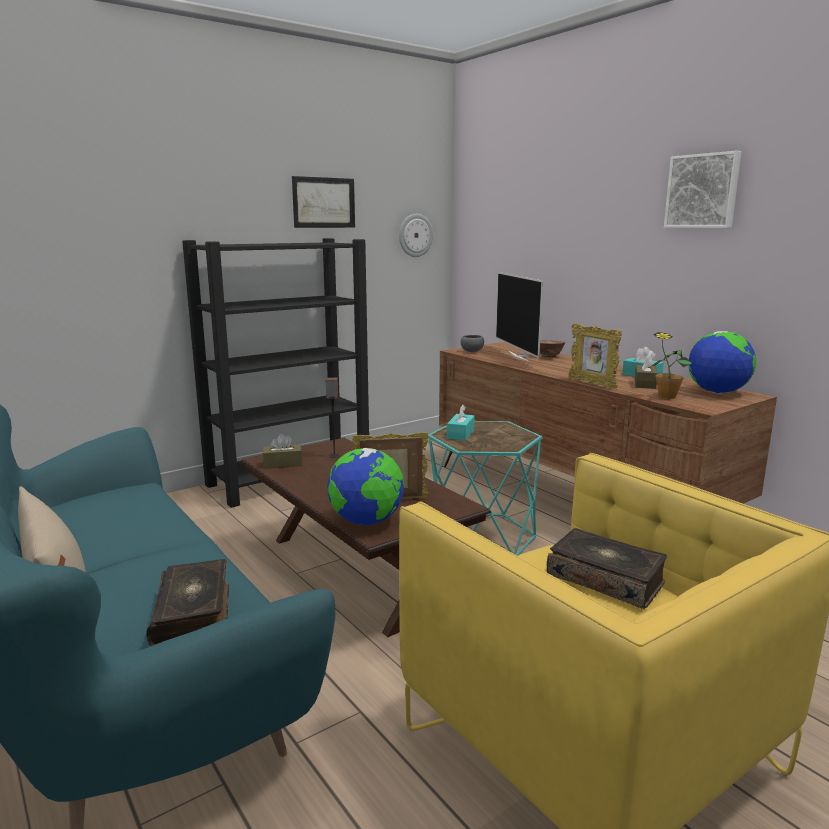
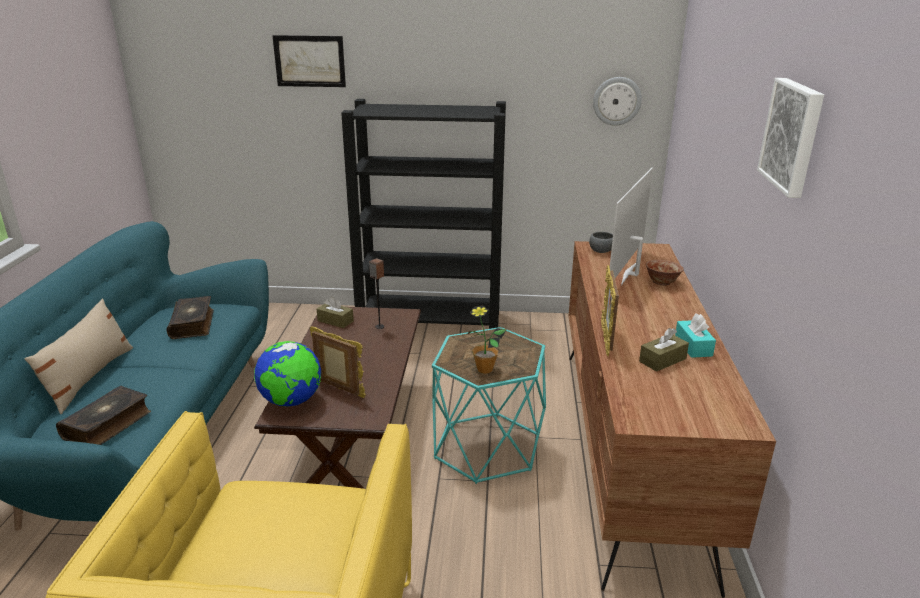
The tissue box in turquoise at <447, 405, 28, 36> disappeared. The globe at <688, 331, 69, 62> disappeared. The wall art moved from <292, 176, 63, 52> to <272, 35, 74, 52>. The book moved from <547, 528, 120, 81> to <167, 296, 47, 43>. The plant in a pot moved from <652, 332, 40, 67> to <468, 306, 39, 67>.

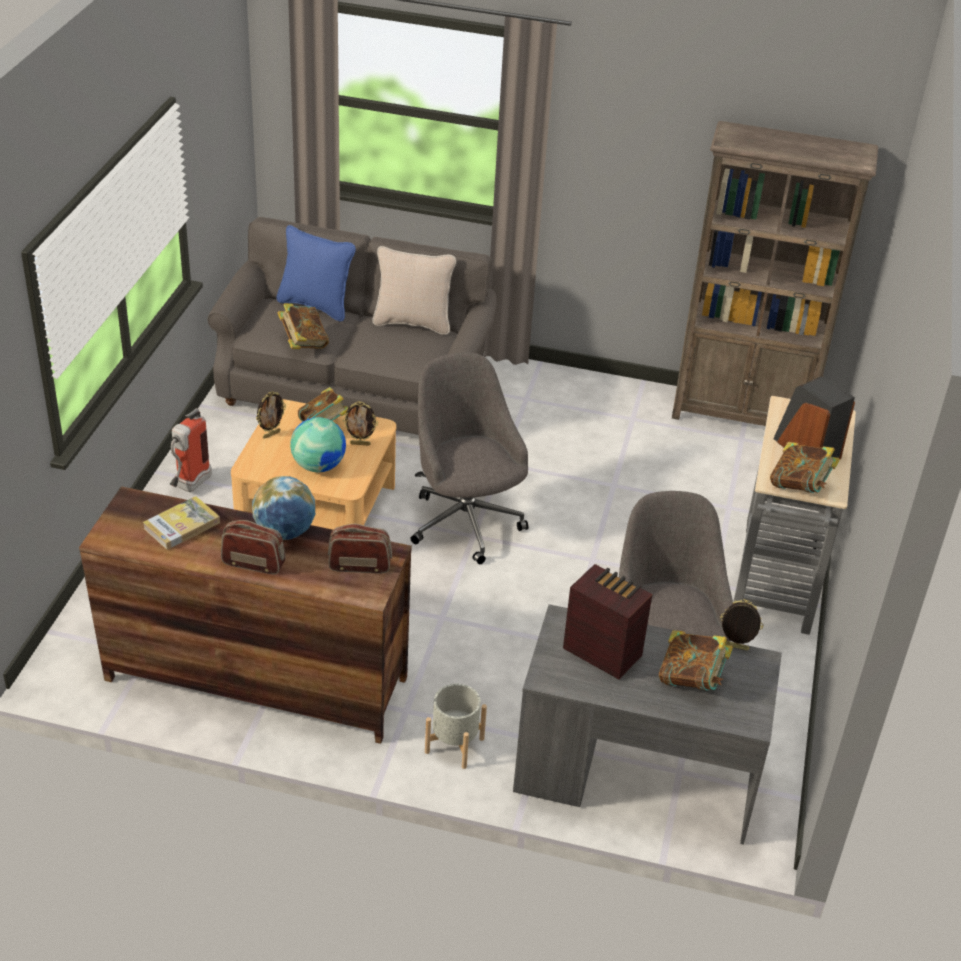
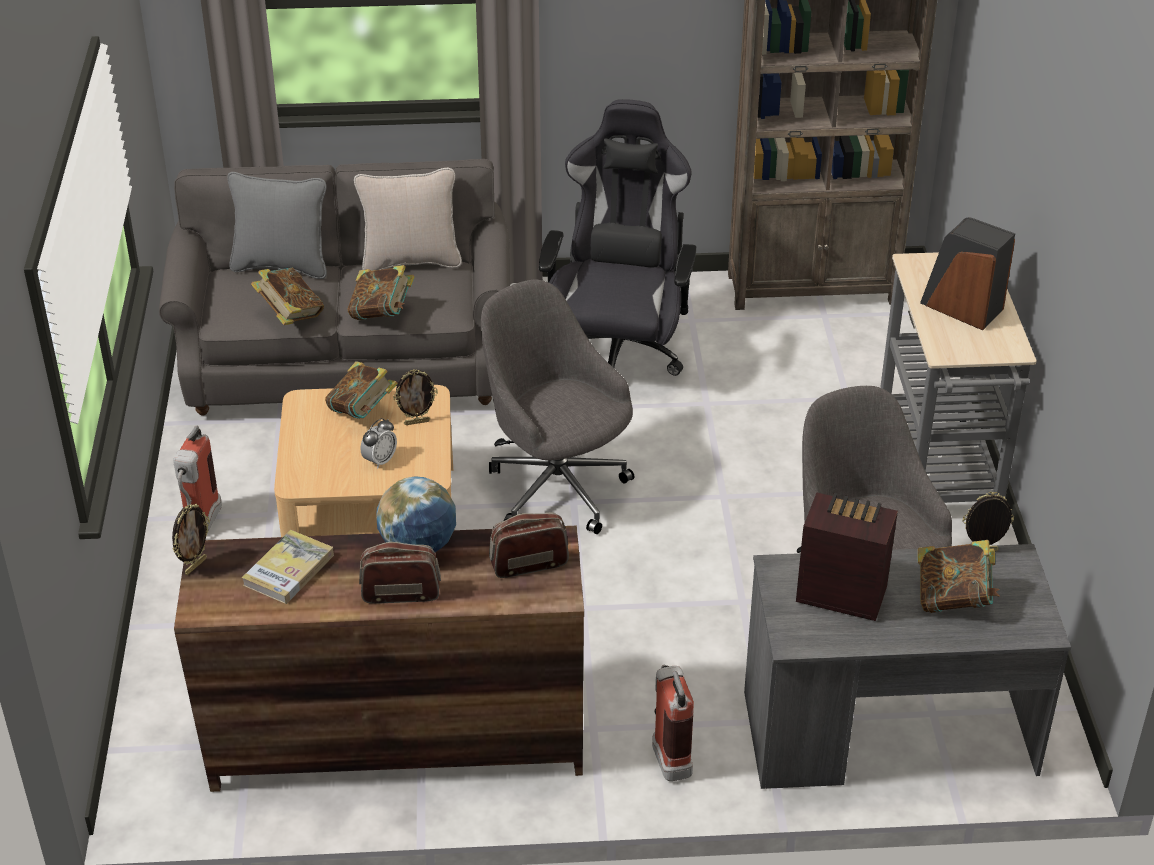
The desk chair in black-coloured at <539, 99, 157, 277> appeared. The photo frame moved from <256, 392, 30, 47> to <172, 504, 38, 71>. The book moved from <770, 442, 70, 51> to <347, 265, 68, 55>. The globe at <290, 417, 56, 55> was replaced by the bedside clock at <360, 418, 37, 51>. The flower pot in gray at <425, 684, 62, 85> was replaced by the extinguisher at <652, 664, 42, 117>. The pillow in blue-coloured at <276, 225, 80, 96> became the pillow in gray at <227, 172, 100, 107>.

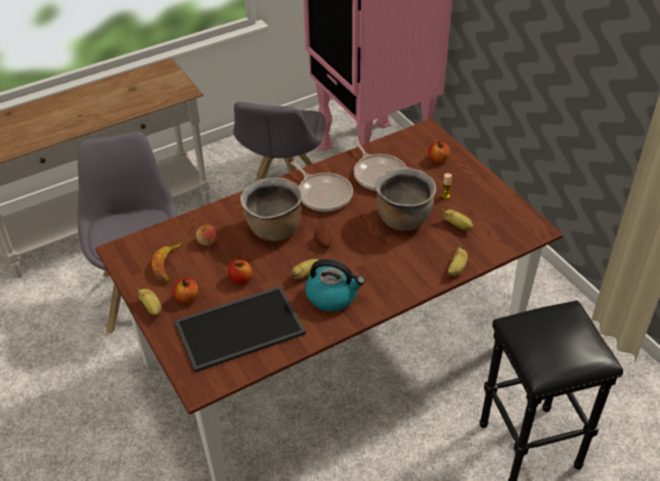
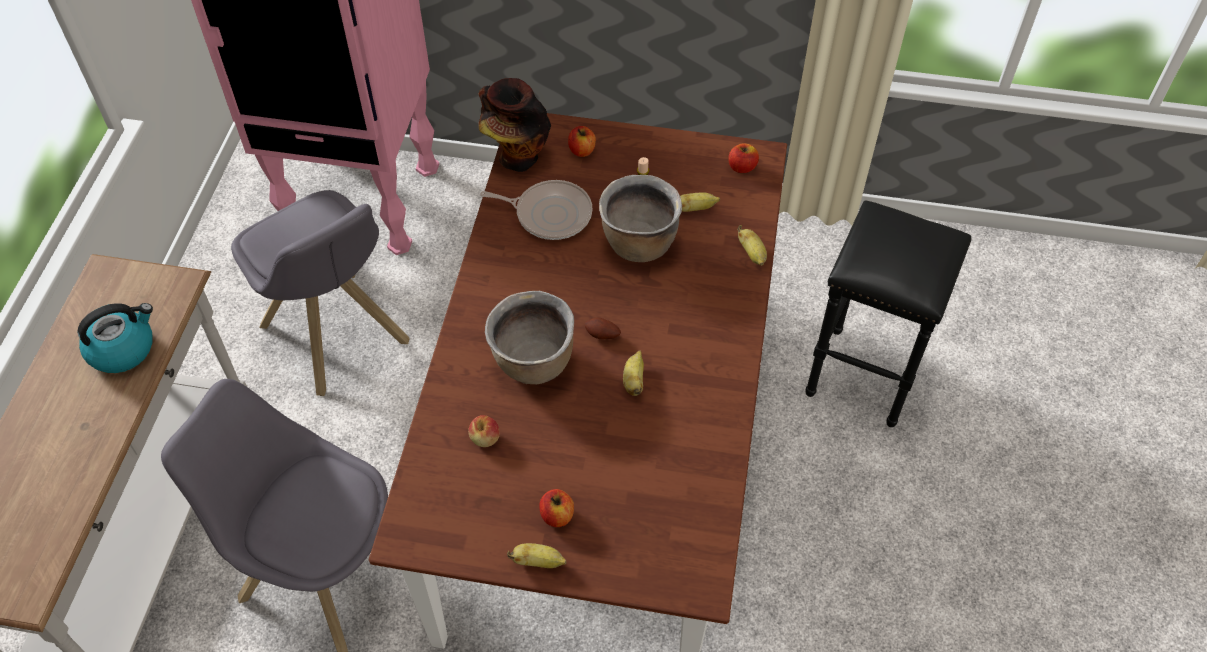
The whole banana at <152, 243, 31, 39> disappeared. The serving tray at <174, 286, 132, 86> disappeared. The pan at <291, 161, 62, 51> disappeared. The vase at <479, 78, 72, 94> appeared. The whole apple moved from <228, 260, 24, 24> to <728, 143, 31, 30>. The tea kettle moved from <305, 259, 60, 52> to <78, 303, 75, 70>.

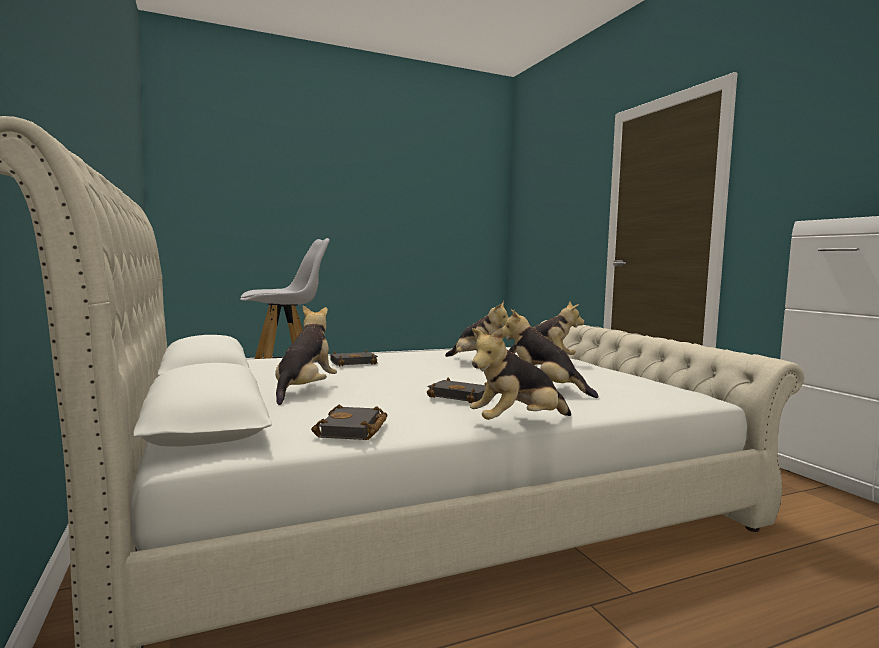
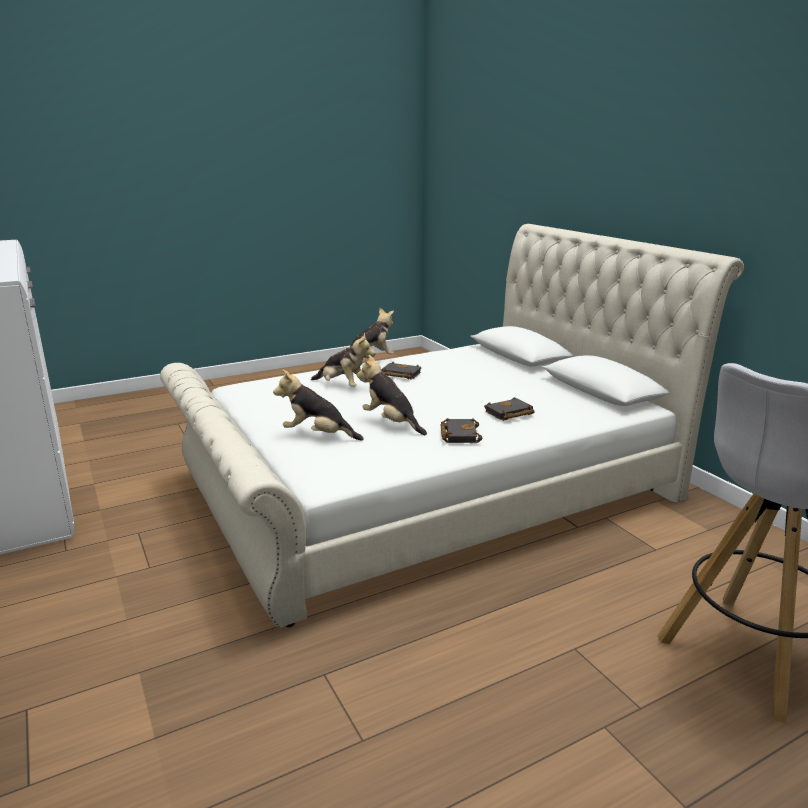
The soft toy at <275, 306, 62, 99> disappeared. The book in black-coloured moved from <311, 405, 76, 35> to <441, 418, 41, 25>.

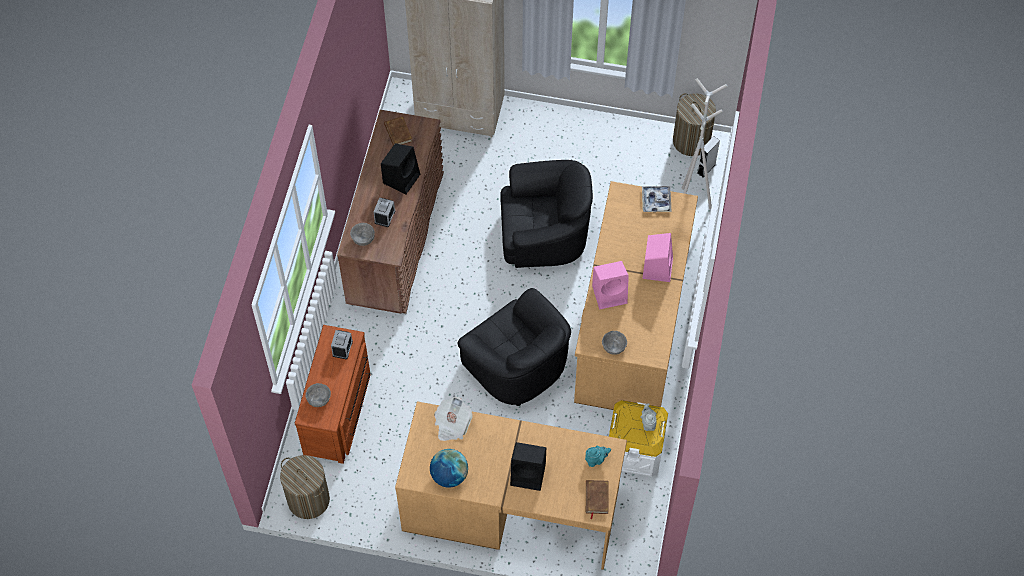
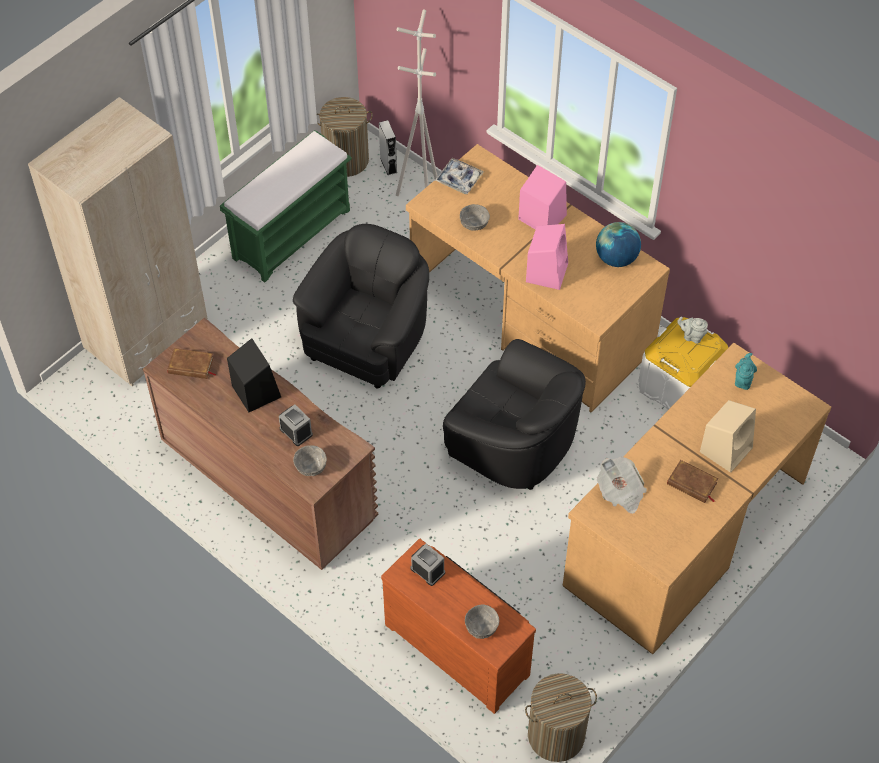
The bench in green-coloured at <220, 130, 132, 153> appeared. The globe moved from <430, 449, 38, 39> to <596, 222, 45, 45>. The book in brown-coloured moved from <586, 480, 23, 39> to <667, 460, 51, 43>. The deep dish in gray moved from <602, 331, 25, 24> to <460, 204, 30, 27>. The speaker in black-coloured at <510, 442, 36, 49> became the speaker in beige-coloured at <700, 400, 56, 73>. The armchair in black-coloured at <458, 288, 113, 118> turned 45 degrees clockwise.

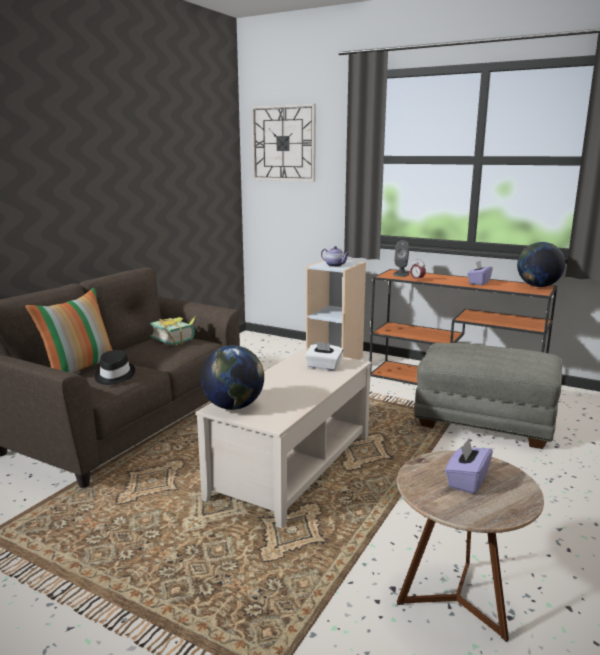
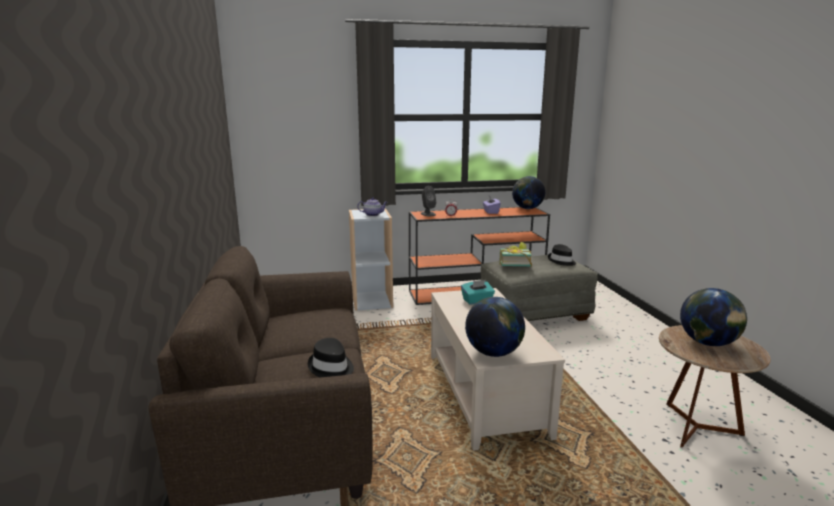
The pillow at <25, 288, 87, 85> disappeared. The wall clock at <251, 104, 65, 78> disappeared. The clothing hat in black-coloured at <548, 244, 28, 22> appeared. The book moved from <150, 315, 47, 31> to <499, 242, 33, 25>. The tissue box in purple-coloured at <445, 439, 48, 55> was replaced by the globe at <680, 288, 67, 58>. The tissue box in whitish at <305, 342, 38, 28> became the tissue box in turquoise at <461, 280, 34, 25>.

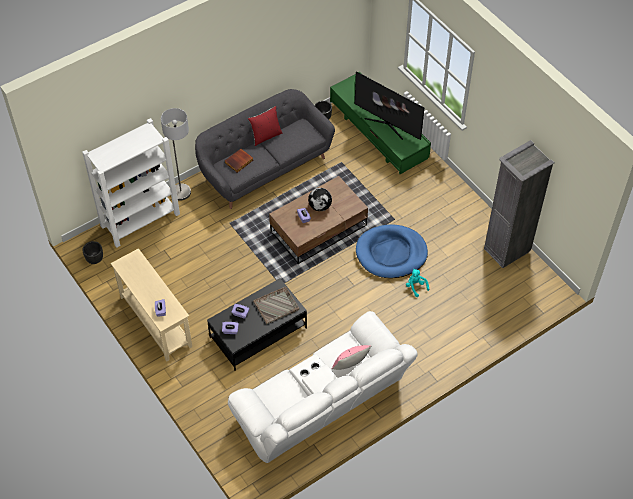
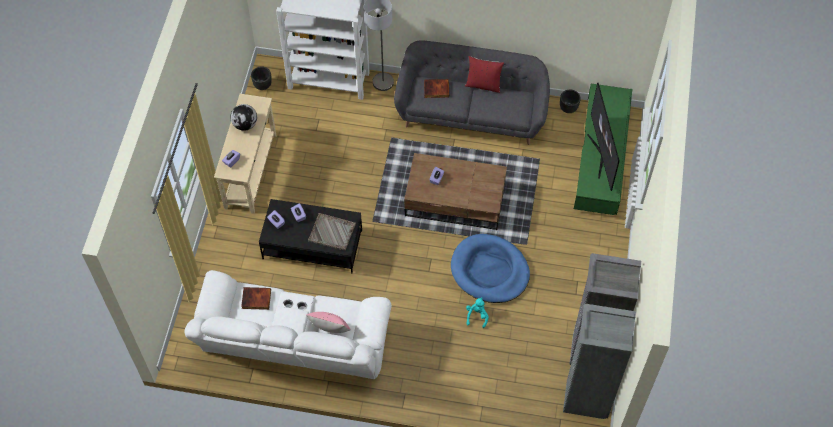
The book at <241, 287, 30, 23> appeared. The cabinet in gray at <563, 304, 73, 115> appeared. The globe moved from <308, 188, 24, 23> to <230, 104, 27, 27>.

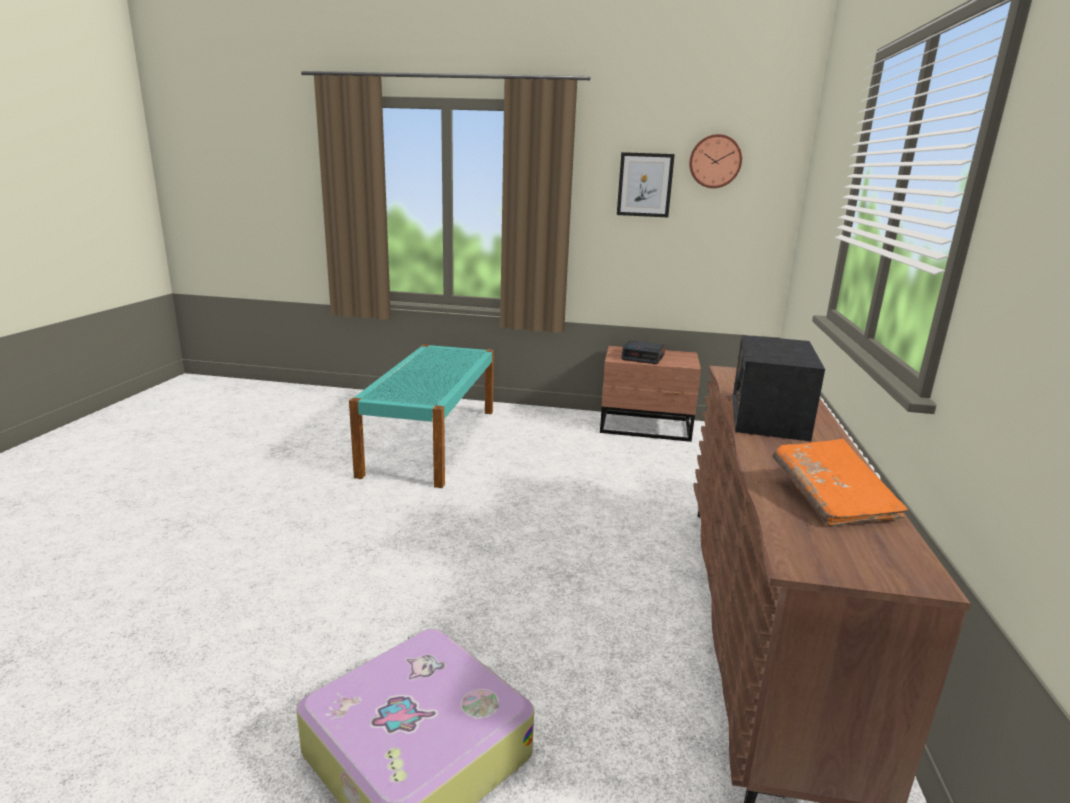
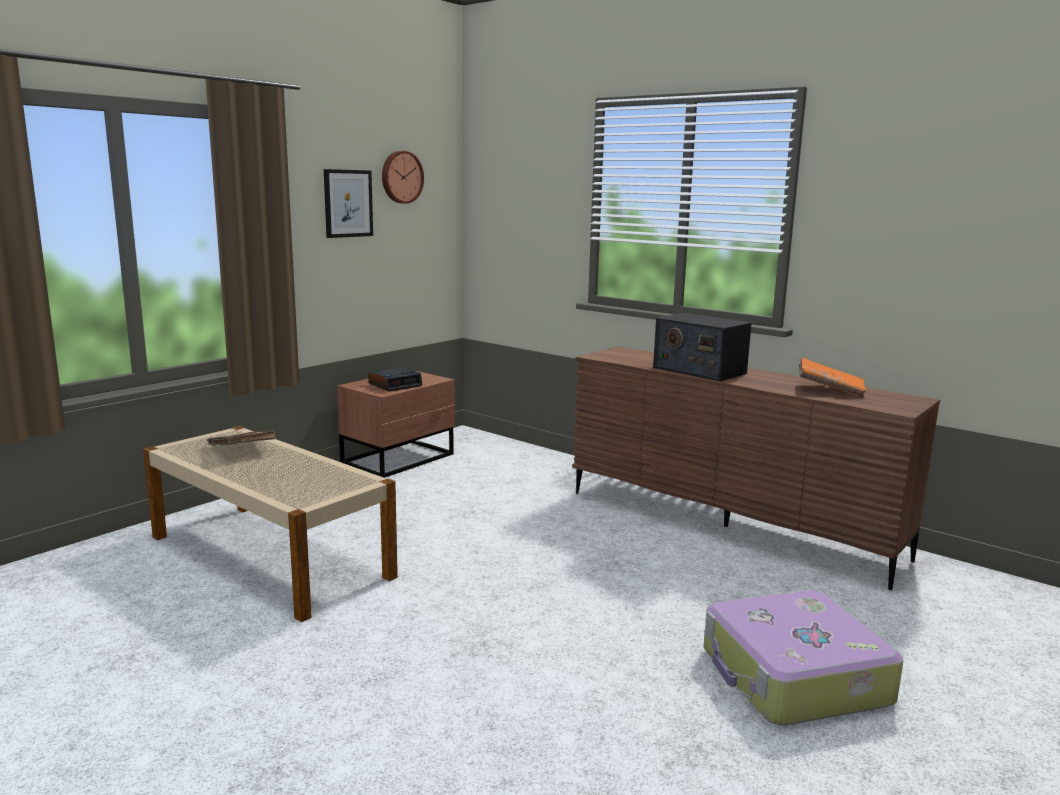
The book in brown-coloured at <206, 431, 71, 14> appeared. The bench in turquoise at <349, 344, 145, 144> became the bench in beige-coloured at <143, 426, 255, 196>.

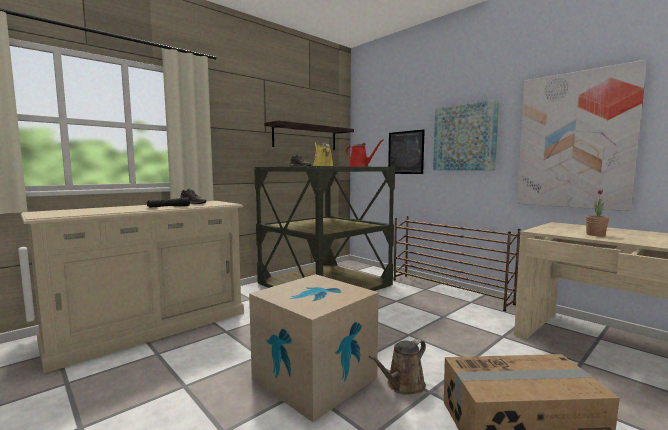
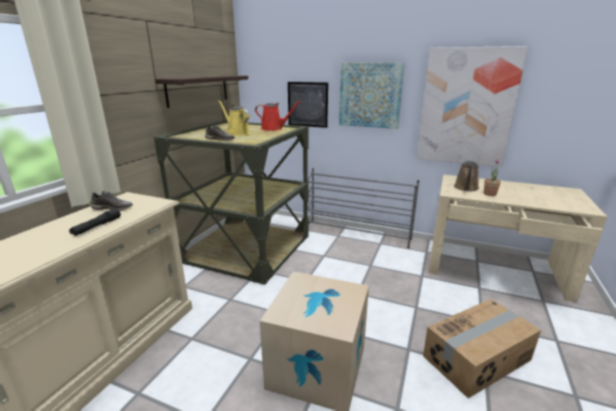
The watering pot in brown-coloured moved from <369, 339, 57, 56> to <454, 160, 25, 31>. The shoe rack in brown-coloured at <394, 216, 127, 95> became the shoe rack in gray at <308, 168, 111, 80>.

